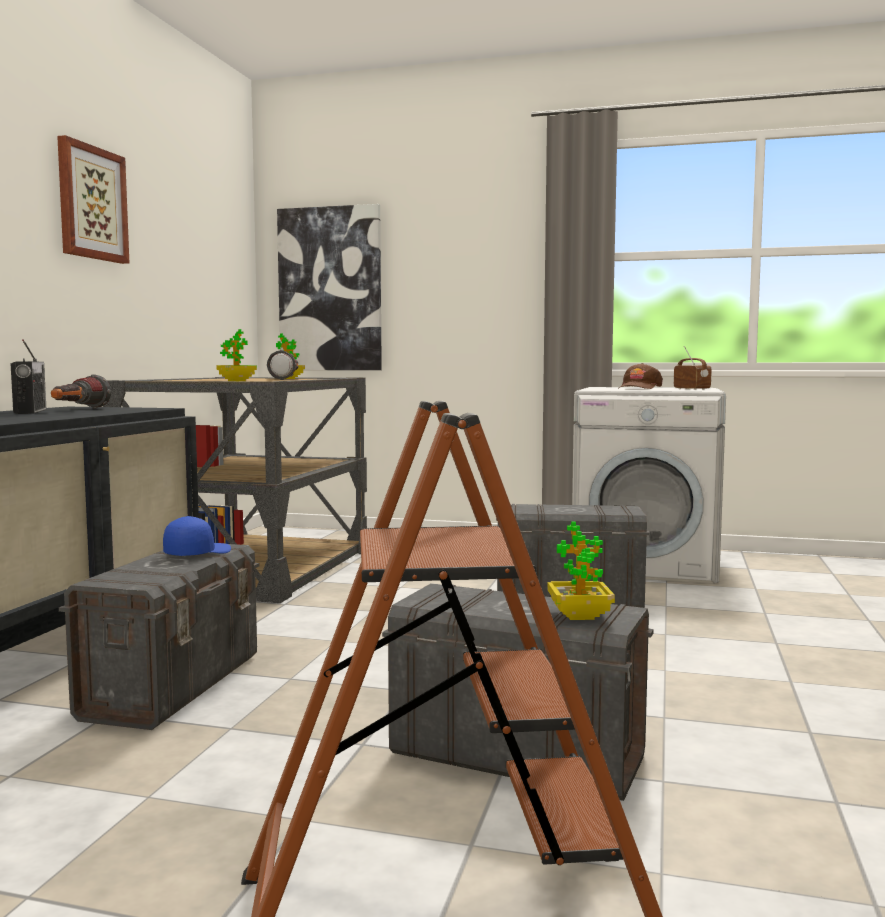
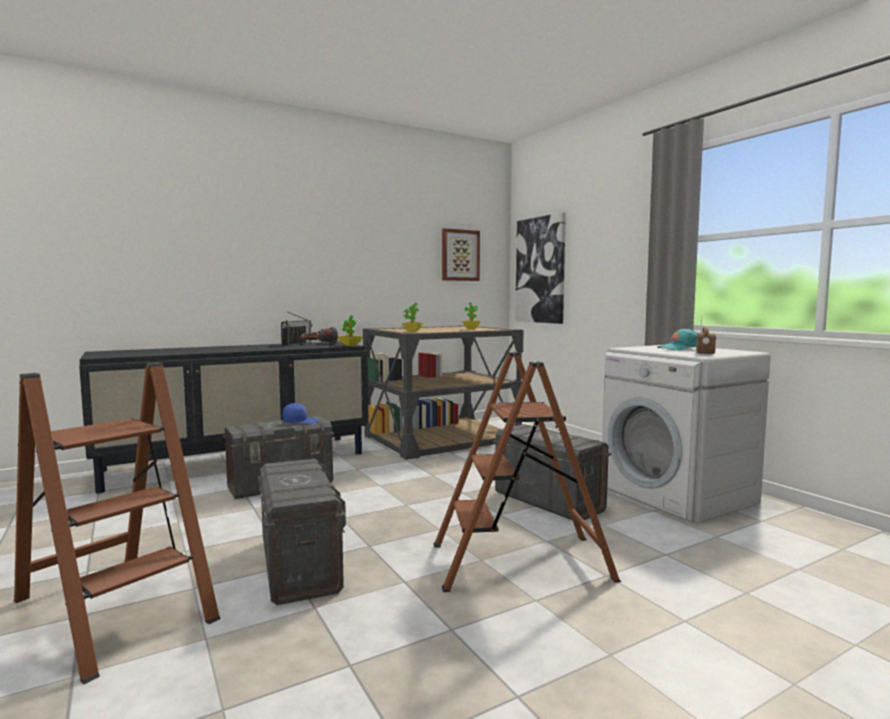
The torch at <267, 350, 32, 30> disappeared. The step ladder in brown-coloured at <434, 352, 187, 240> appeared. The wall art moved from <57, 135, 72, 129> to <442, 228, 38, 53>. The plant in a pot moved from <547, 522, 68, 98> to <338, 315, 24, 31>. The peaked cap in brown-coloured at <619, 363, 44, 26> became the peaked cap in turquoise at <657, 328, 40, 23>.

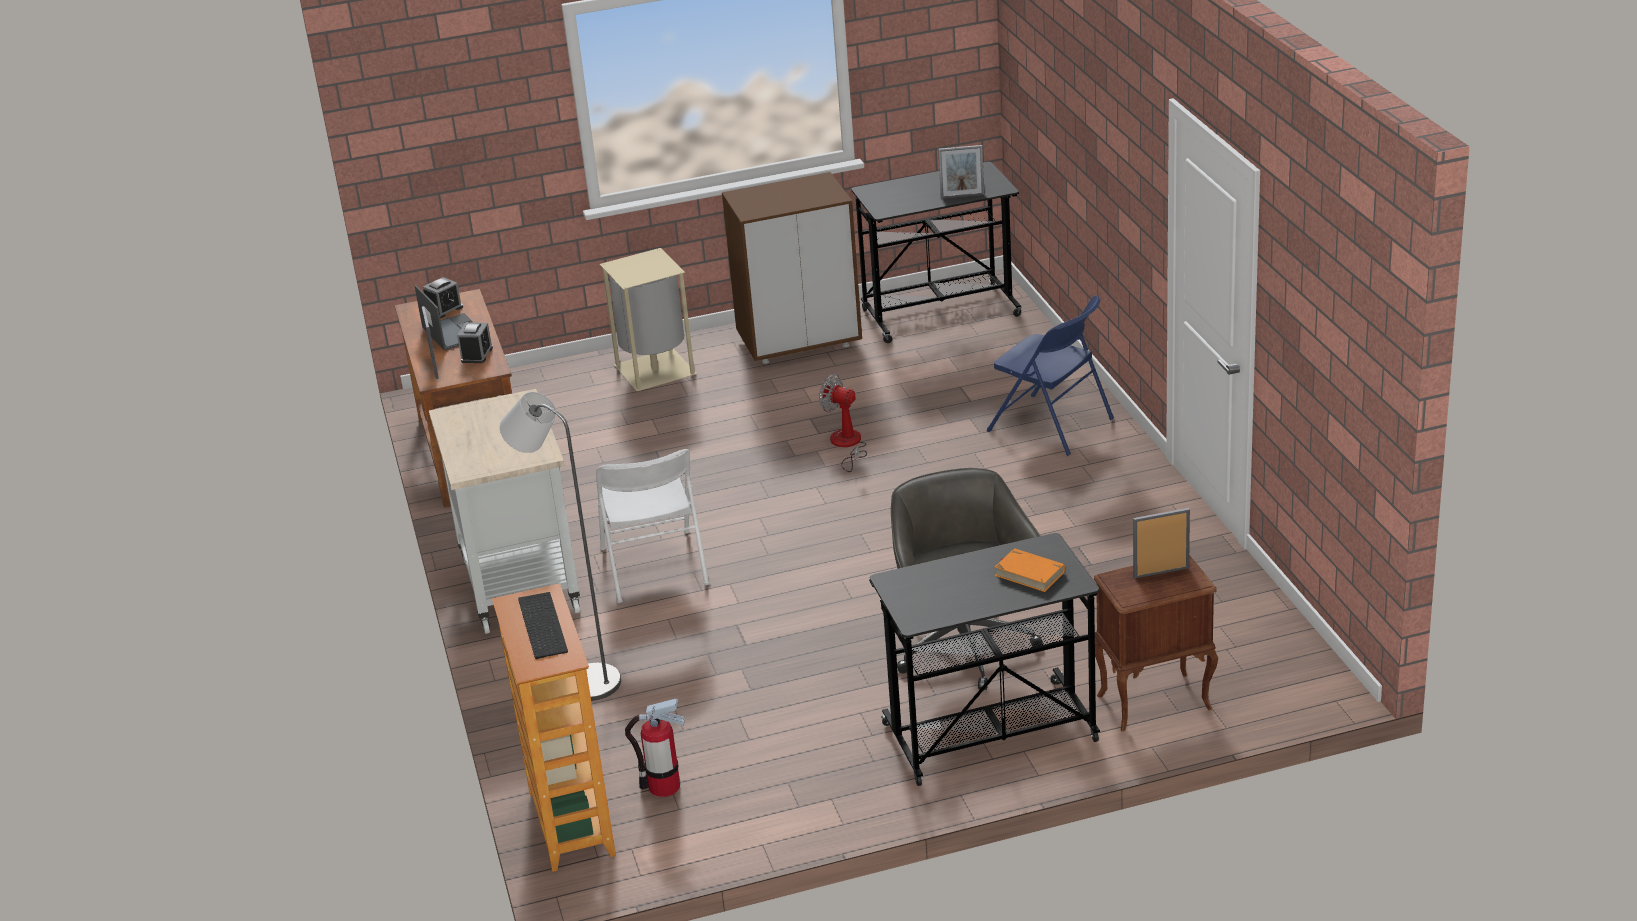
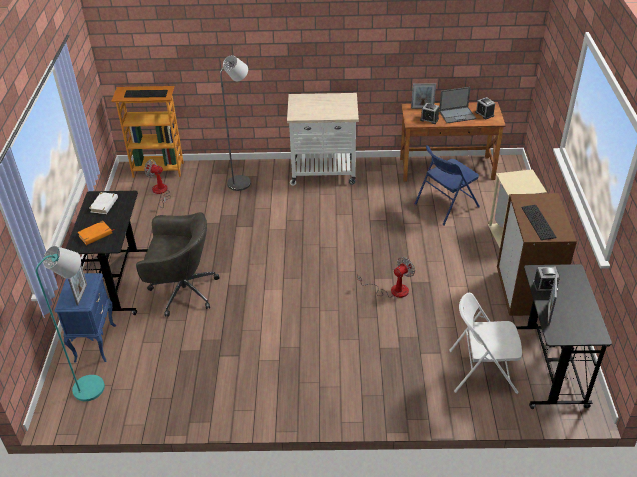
The standing lamp in turquoise at <36, 246, 69, 155> appeared. The book in whitish at <90, 192, 28, 22> appeared. The keyboard at <522, 205, 34, 35> appeared. The bedside clock at <533, 267, 27, 25> appeared. The plain chair in whitish moved from <596, 449, 114, 154> to <449, 293, 73, 101>. The plain chair in blue-coloured moved from <987, 295, 127, 161> to <415, 145, 65, 81>. The extinguisher at <625, 698, 59, 99> was replaced by the cooling fan at <144, 159, 27, 49>. The nightstand in brown-coloured at <1094, 555, 124, 177> became the nightstand in blue-coloured at <54, 273, 62, 90>.

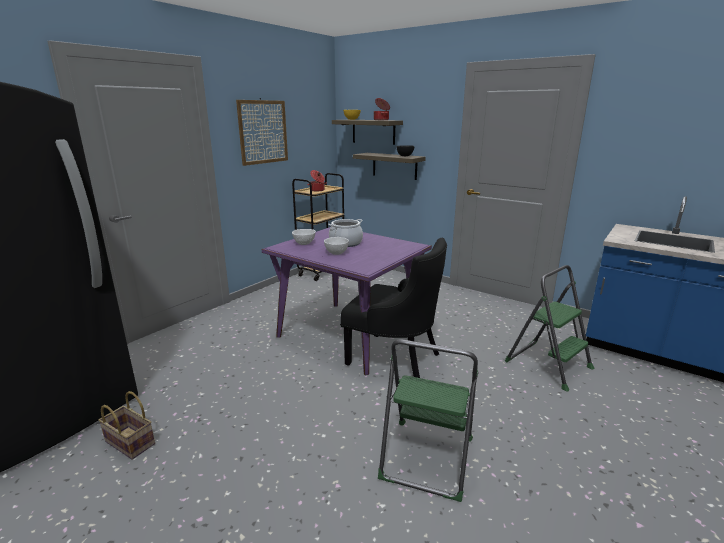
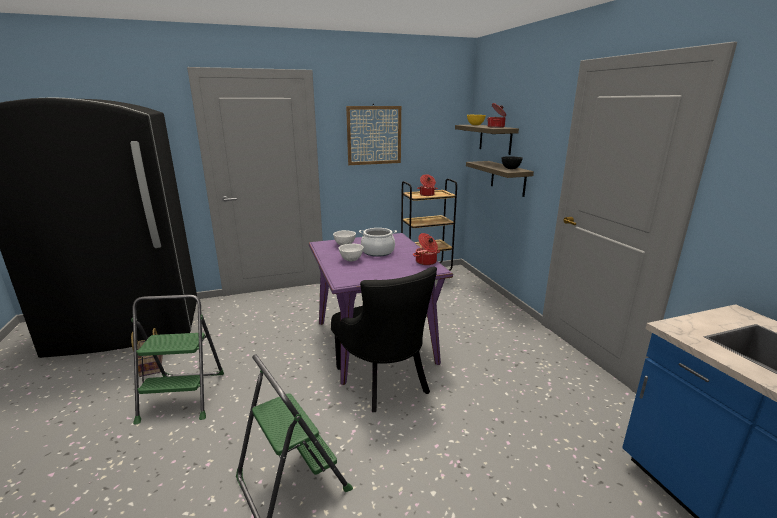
The stockpot at <413, 233, 27, 32> appeared. The step ladder in green-coloured moved from <505, 265, 89, 127> to <131, 295, 93, 129>.

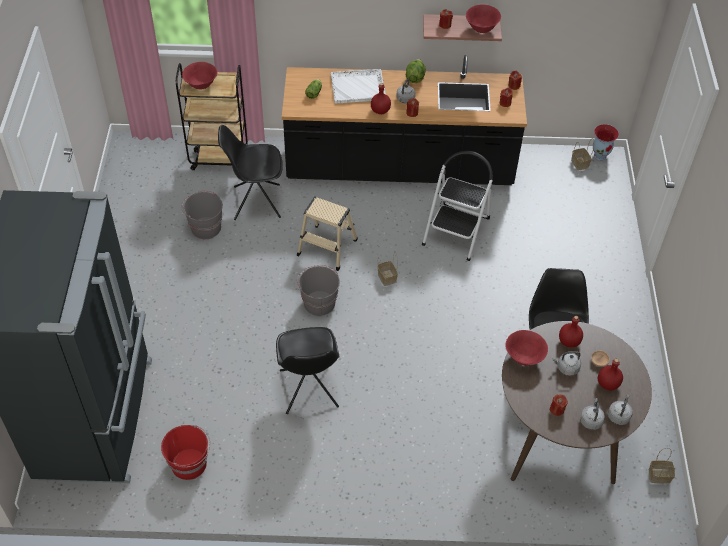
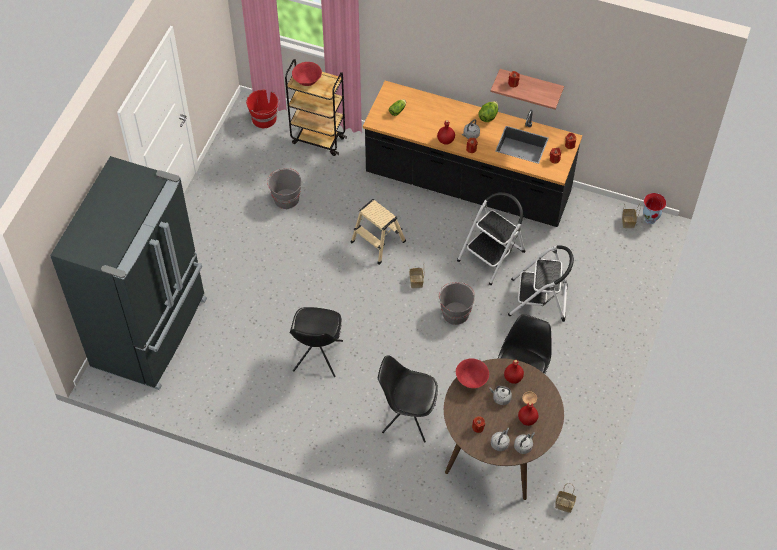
The serving tray in whitish at <331, 69, 55, 35> disappeared. The deep dish in reddish at <466, 4, 35, 29> disappeared. The step ladder at <508, 245, 66, 77> appeared. The pail in reddish moved from <161, 425, 49, 55> to <246, 90, 34, 38>. The plain chair in black-coloured moved from <218, 125, 65, 95> to <378, 355, 60, 88>. The pail in gray moved from <297, 265, 43, 51> to <439, 282, 36, 43>.

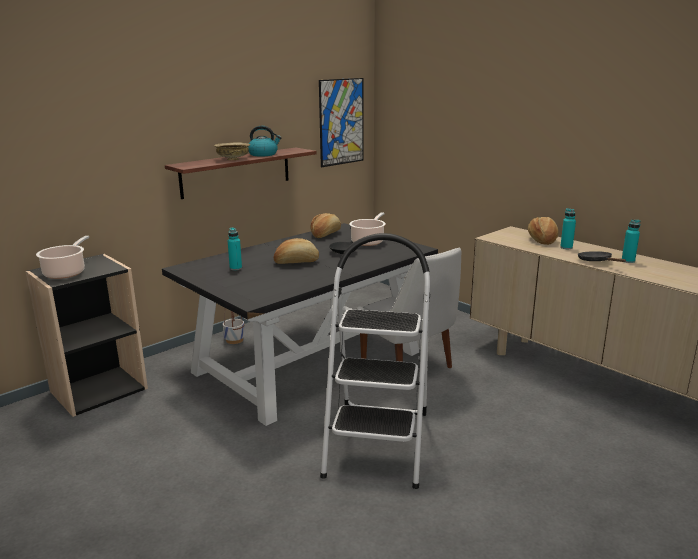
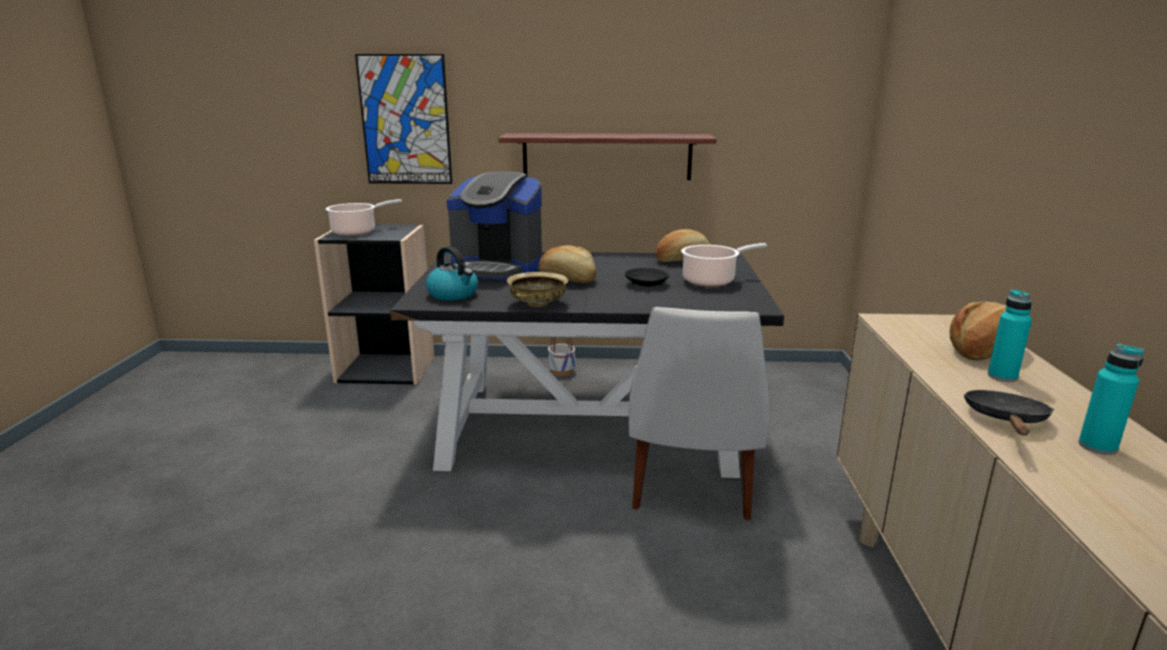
The step ladder at <320, 233, 110, 256> disappeared. The deep dish in beige-coloured moved from <214, 142, 36, 18> to <507, 272, 61, 35>. The tea kettle moved from <248, 126, 34, 31> to <426, 246, 52, 55>. The wall art moved from <319, 78, 44, 89> to <355, 54, 98, 130>. The bottle in turquoise at <228, 228, 14, 42> was replaced by the coffee machine at <447, 172, 96, 108>.

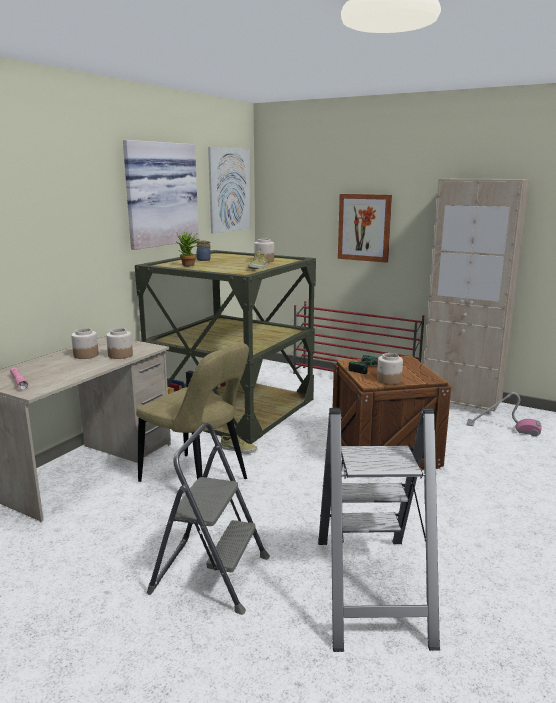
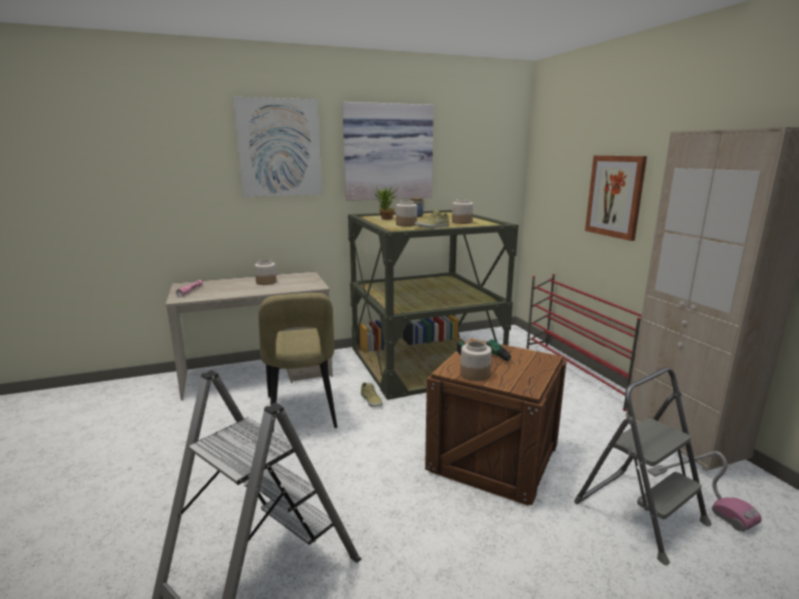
The storage jar moved from <106, 328, 27, 31> to <396, 201, 21, 25>. The step ladder in gray moved from <147, 423, 123, 192> to <574, 367, 138, 198>. The wall art moved from <208, 147, 43, 86> to <233, 97, 89, 100>.

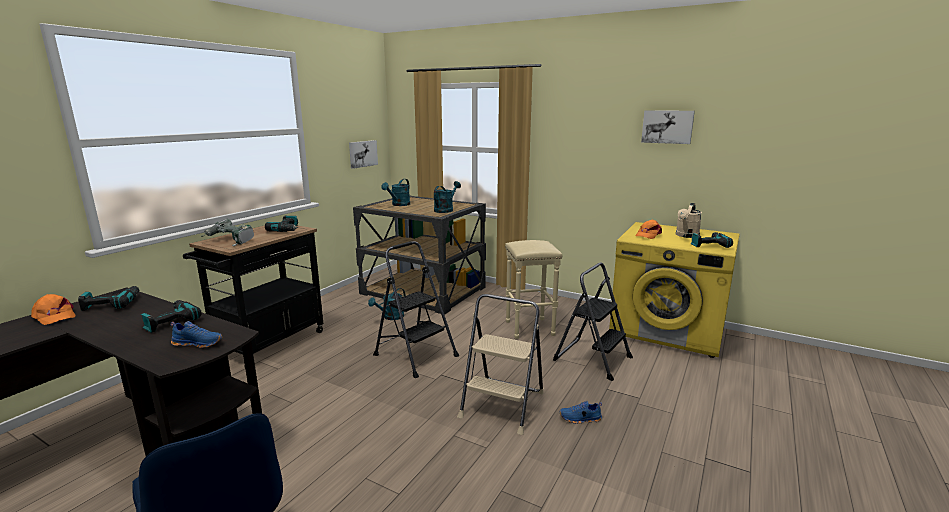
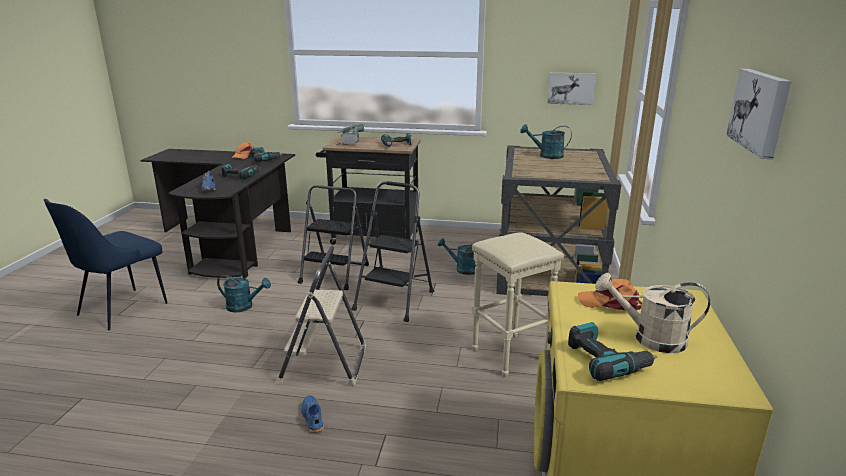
The watering pot in turquoise moved from <434, 181, 27, 32> to <217, 275, 54, 38>. The step ladder in black-coloured moved from <553, 263, 80, 118> to <297, 185, 72, 105>.

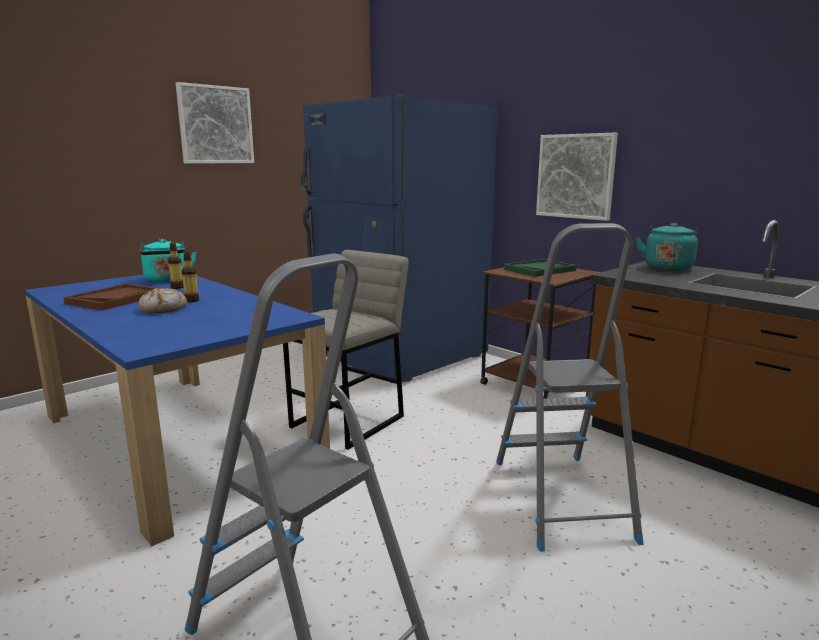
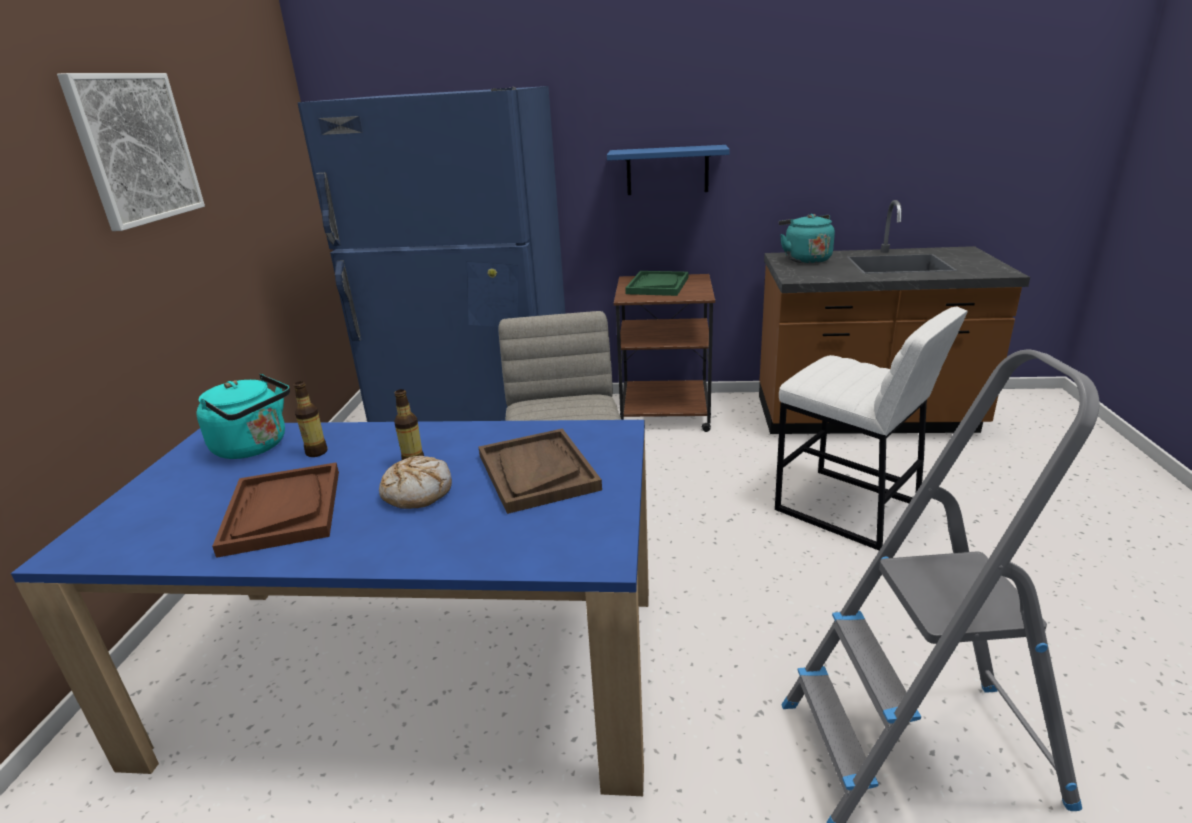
The serving tray in brown-coloured at <479, 428, 123, 86> appeared. The step ladder in gray at <496, 223, 148, 329> was replaced by the plain chair in whitish at <775, 306, 193, 244>. The wall art at <536, 133, 82, 88> was replaced by the wall shelf in blue-coloured at <607, 145, 123, 50>.

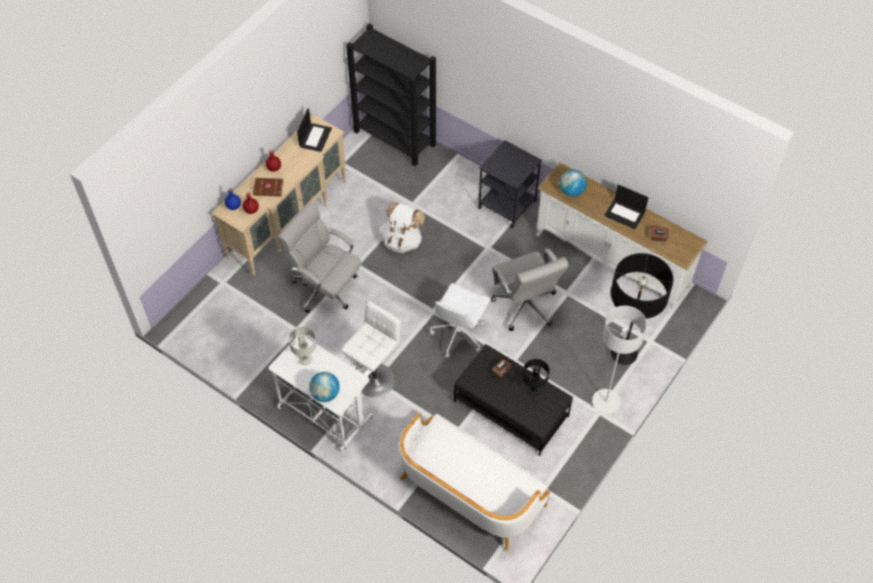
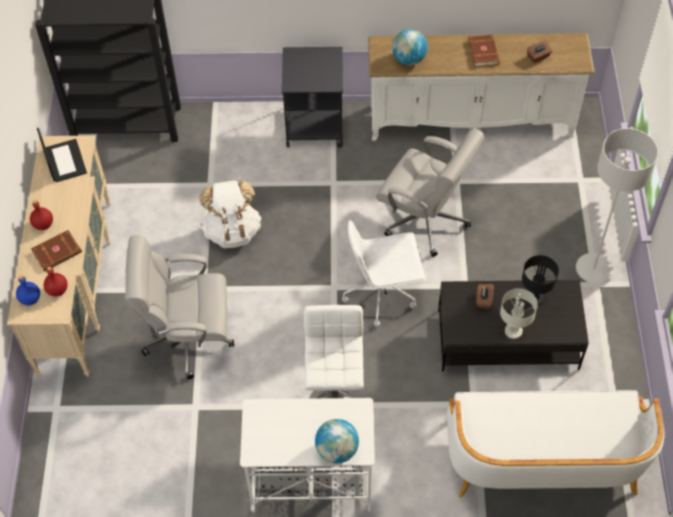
The standing lamp in black-coloured at <611, 253, 63, 112> disappeared. The lamp for a table in gray moved from <288, 327, 28, 38> to <500, 288, 38, 51>. The laptop at <604, 184, 45, 45> was replaced by the book in brown-coloured at <468, 34, 32, 33>. The desk chair in whitish at <430, 283, 61, 75> turned 90 degrees clockwise.

